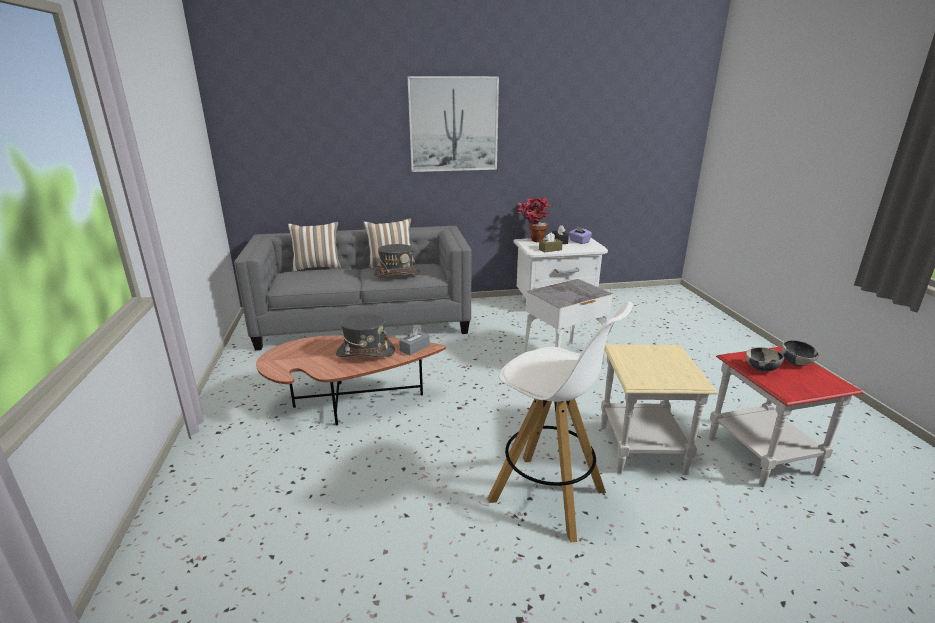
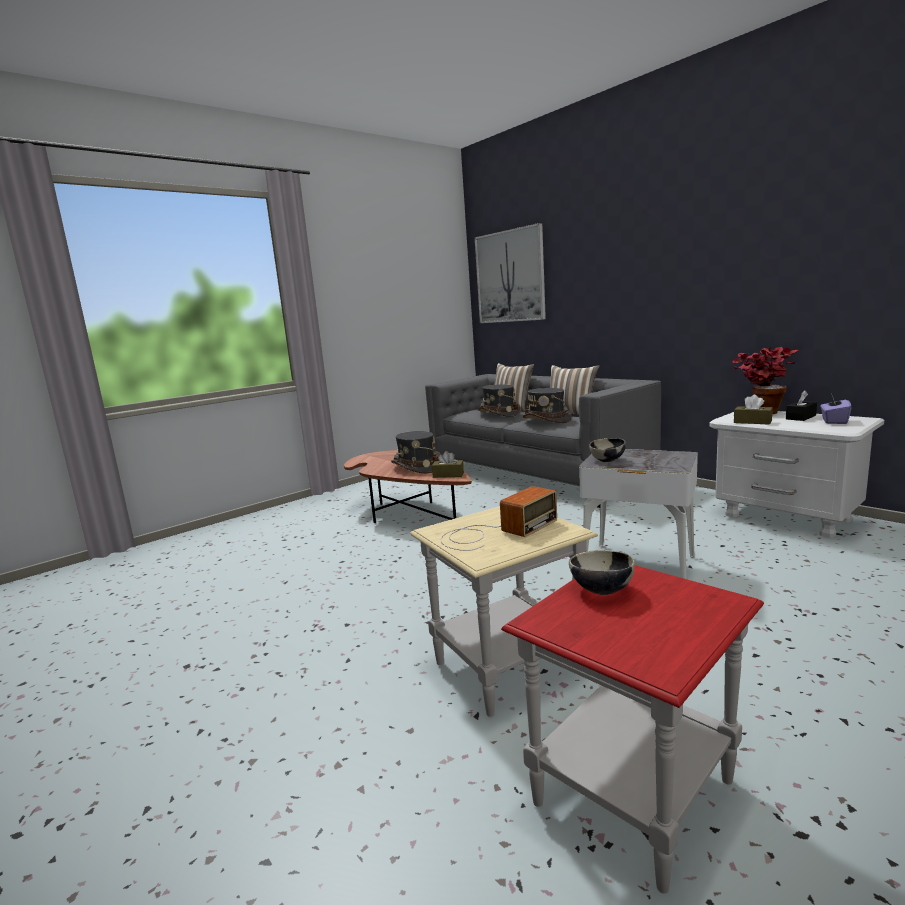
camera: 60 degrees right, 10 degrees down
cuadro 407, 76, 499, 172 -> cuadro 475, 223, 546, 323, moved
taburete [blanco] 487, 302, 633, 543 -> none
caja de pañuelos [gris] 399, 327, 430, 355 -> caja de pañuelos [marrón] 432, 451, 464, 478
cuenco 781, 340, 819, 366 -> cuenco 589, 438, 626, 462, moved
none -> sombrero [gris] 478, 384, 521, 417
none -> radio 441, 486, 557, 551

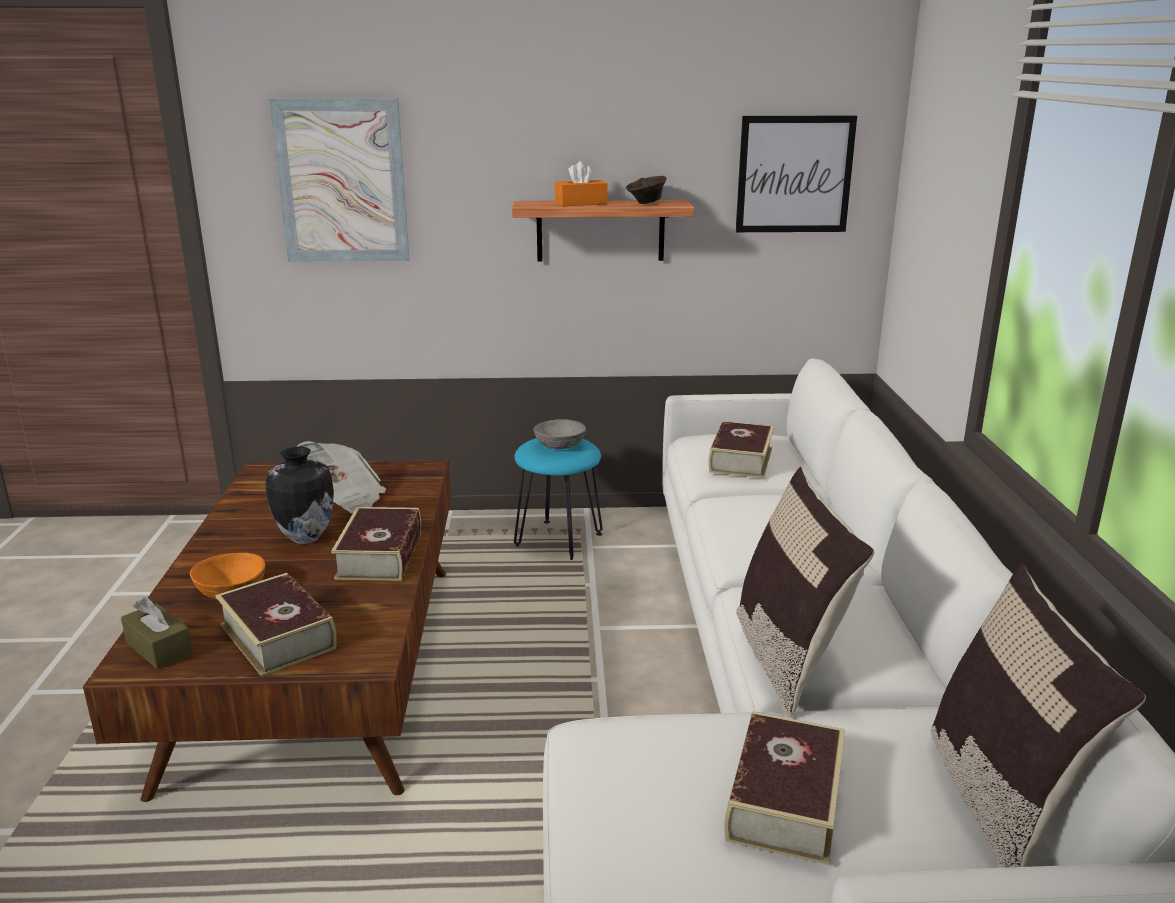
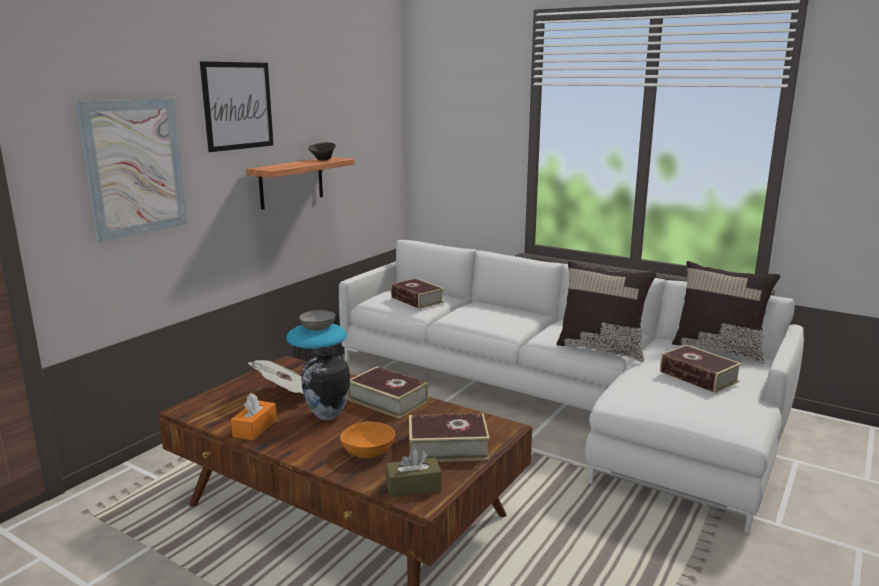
camera: 55 degrees left, 5 degrees down
cuadro 736, 116, 857, 232 -> cuadro 200, 61, 274, 152, moved
caja de pañuelos [naranja] 555, 161, 608, 206 -> caja de pañuelos [naranja] 231, 393, 277, 440, moved

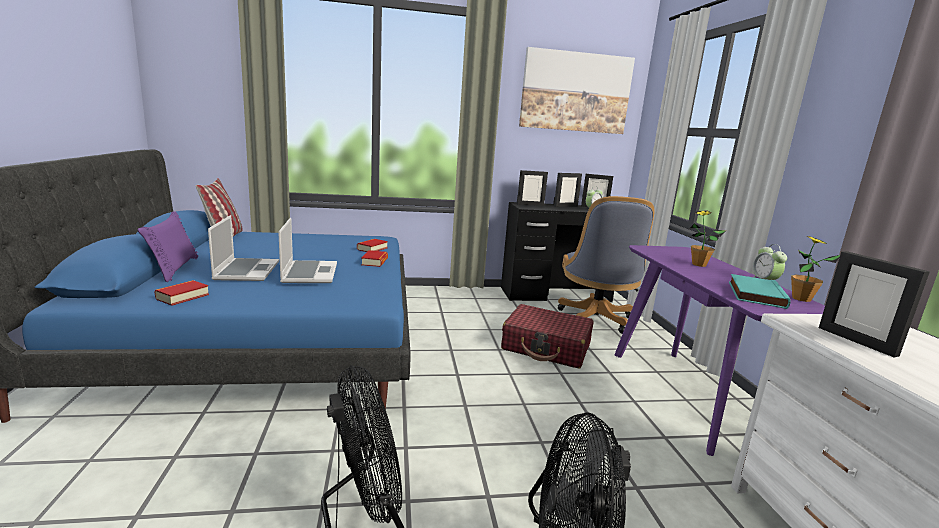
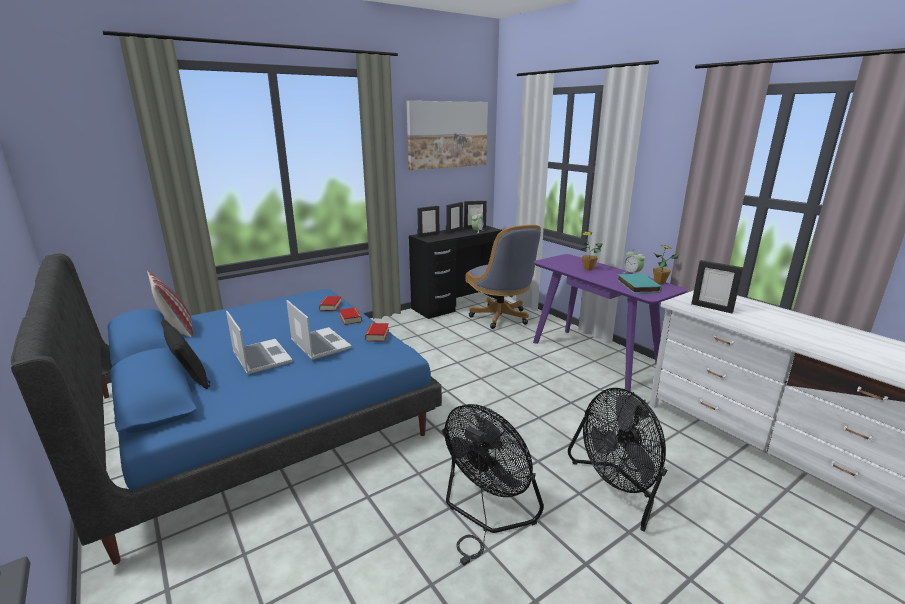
camera: 25 degrees left, 5 degrees up
cojín [morado] 138, 211, 198, 282 -> cojín [negro] 161, 320, 211, 389
libro 154, 280, 209, 306 -> libro 365, 323, 389, 342, moved
maleta [rojo] 501, 304, 594, 369 -> none

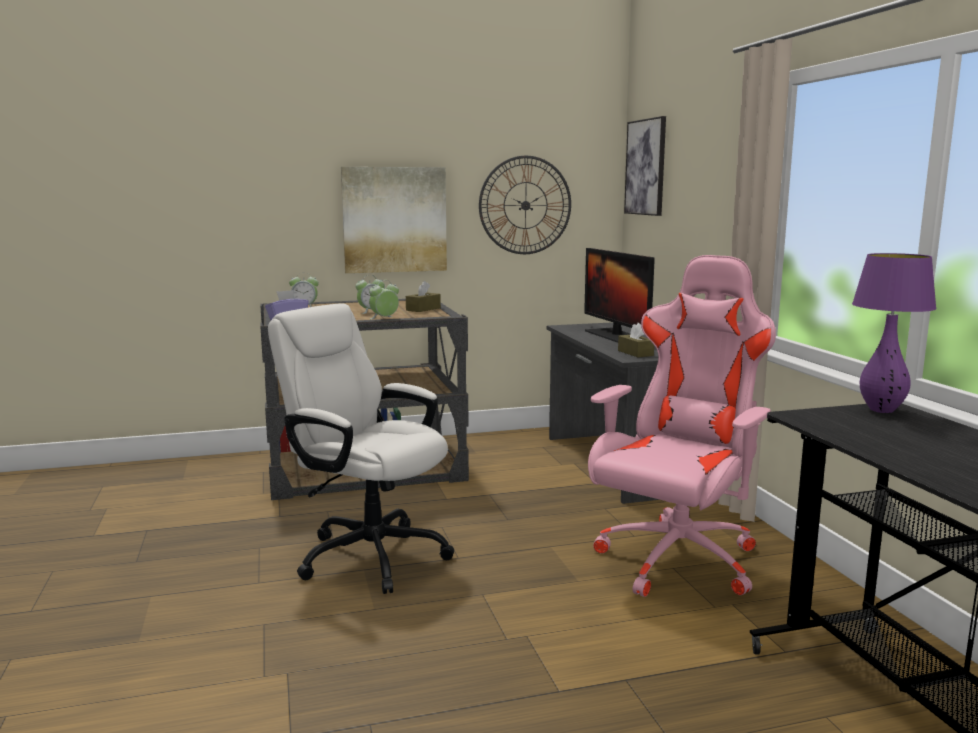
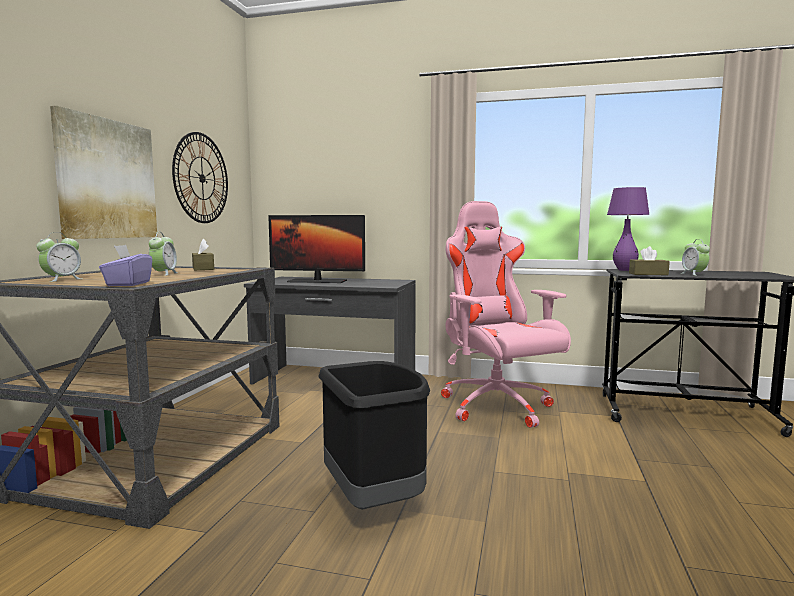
camera: 60 degrees left, 5 degrees down
cuadro 624, 116, 666, 216 -> none
despertador 369, 280, 399, 319 -> despertador 681, 239, 710, 276, moved
silla de oficina [blanco] 268, 303, 454, 594 -> papelera [negro] 318, 361, 430, 510
caja de pañuelos [marrón] 618, 323, 654, 357 -> caja de pañuelos [marrón] 629, 246, 670, 275, moved

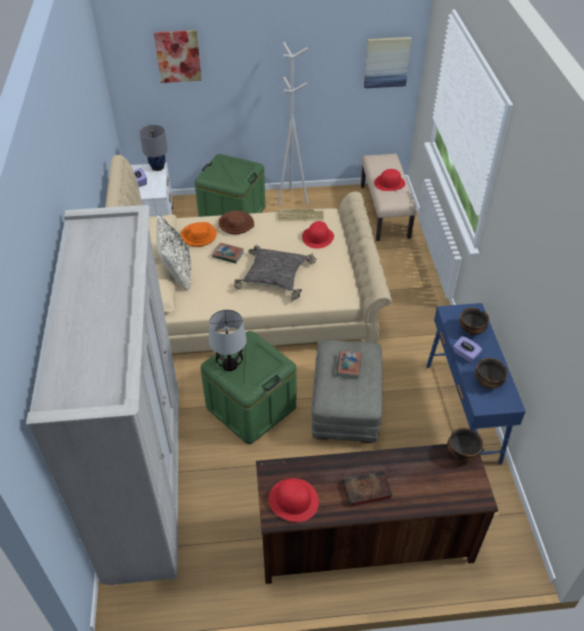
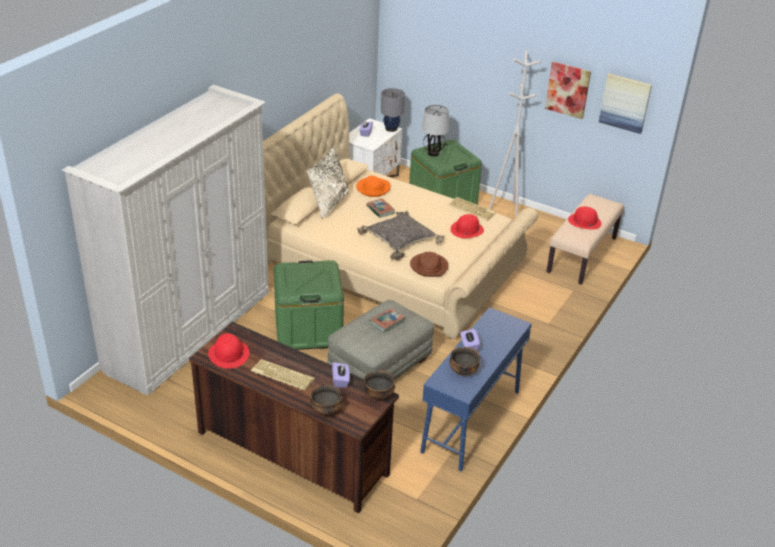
camera: 35 degrees right, 10 degrees down
cuadro 154, 30, 202, 83 -> cuadro 545, 62, 591, 119, moved
sombrero [marrón] 218, 210, 254, 234 -> sombrero [marrón] 410, 252, 449, 277, moved
cuenco 459, 308, 489, 335 -> cuenco 310, 384, 343, 416, moved
lámpara de mesa 209, 310, 246, 371 -> lámpara de mesa 422, 105, 449, 156, moved
libro 342, 471, 393, 507 -> teclado 251, 359, 315, 390
none -> caja de pañuelos [morado] 332, 362, 350, 388

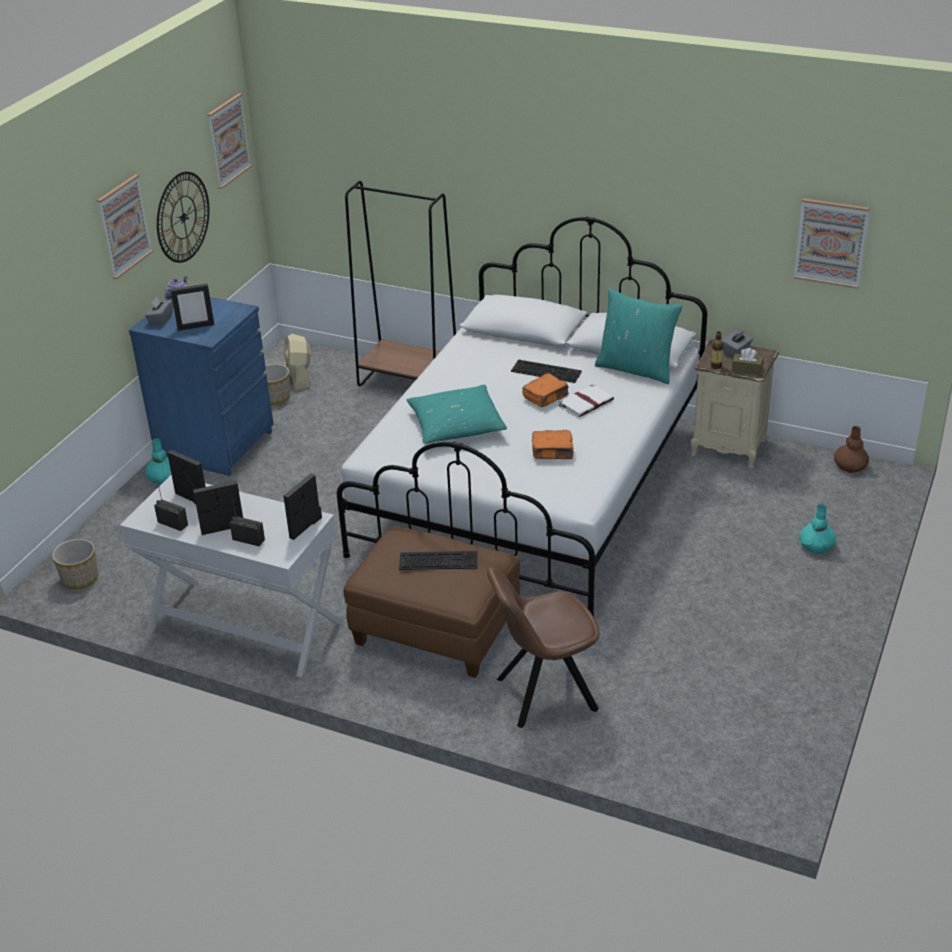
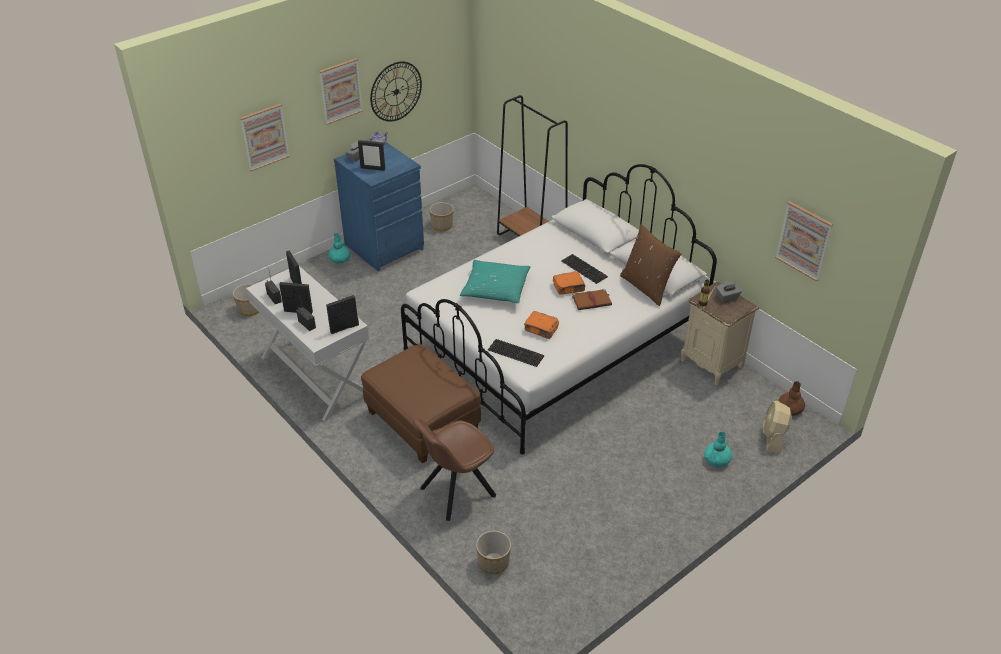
camera: 25 degrees right, 5 degrees up
cuadro 207, 93, 252, 189 -> cuadro 240, 104, 290, 172, moved
cojín [turquesa] 595, 289, 682, 384 -> cojín [marrón] 620, 224, 682, 306
ventilador [beis] 284, 334, 311, 390 -> ventilador [beis] 763, 401, 792, 453, moved
caja de pañuelos [marrón] 732, 348, 764, 375 -> none
libro [blanco] 558, 384, 614, 417 -> libro [marrón] 572, 289, 612, 310
teclado 399, 551, 478, 570 -> teclado 488, 339, 544, 367, moved
silla [marrón] 487, 567, 600, 728 -> silla [marrón] 412, 417, 496, 521, 45 degrees counterclockwise
none -> maceta 476, 531, 511, 574

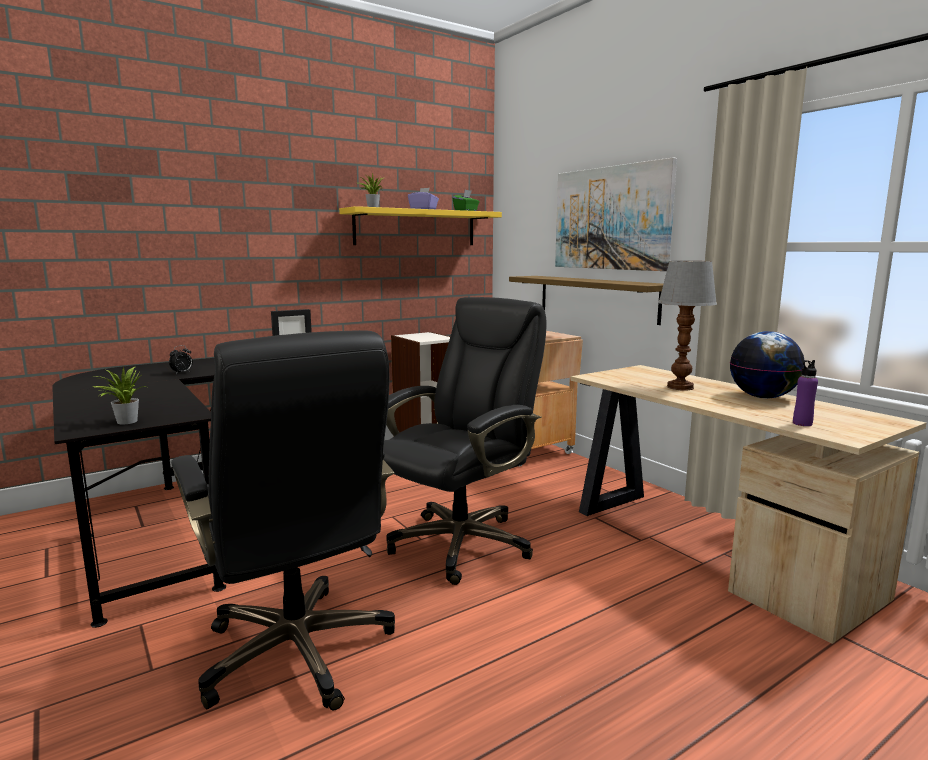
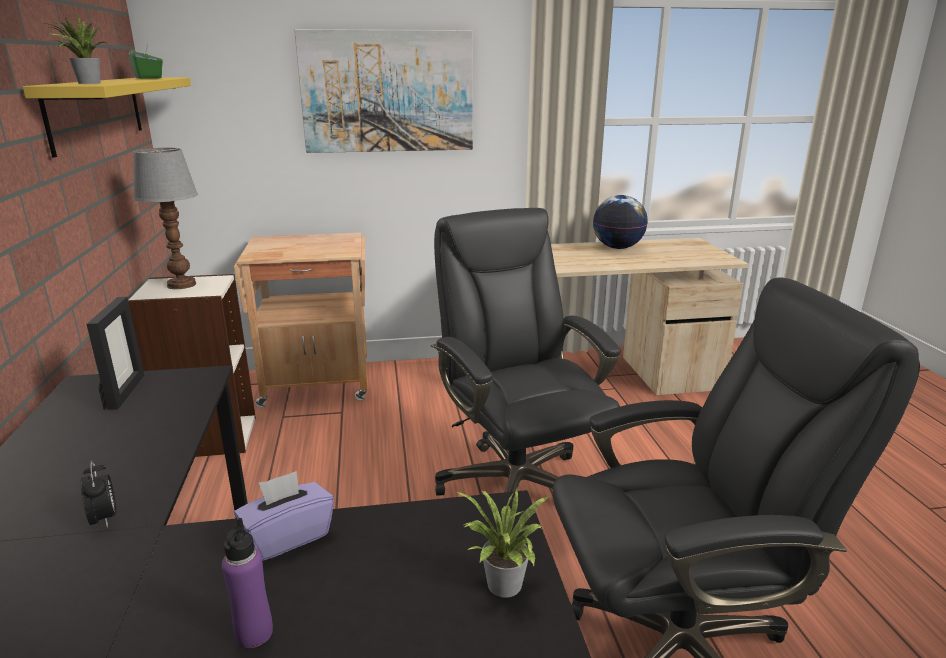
camera: 65 degrees left, 10 degrees up
caja de pañuelos [morado] 408, 187, 439, 209 -> caja de pañuelos [morado] 234, 471, 334, 561, moved
lámpara de mesa 658, 261, 717, 390 -> lámpara de mesa 133, 148, 198, 289, moved
estante 509, 276, 663, 325 -> none
botella [morado] 793, 360, 818, 426 -> botella [morado] 222, 518, 273, 648, moved

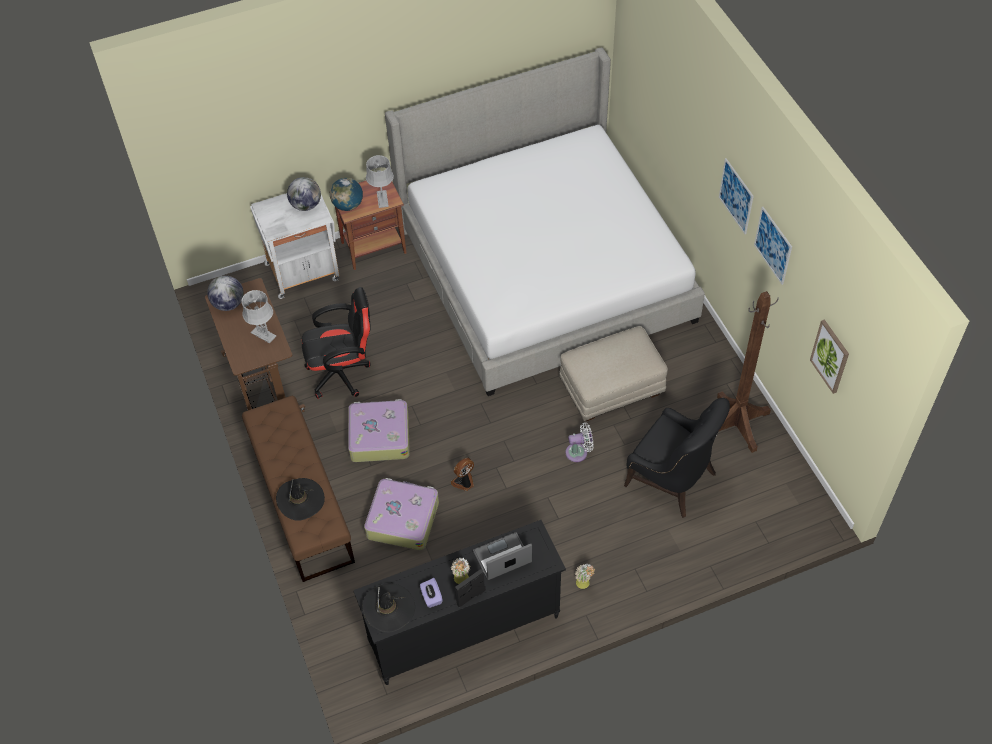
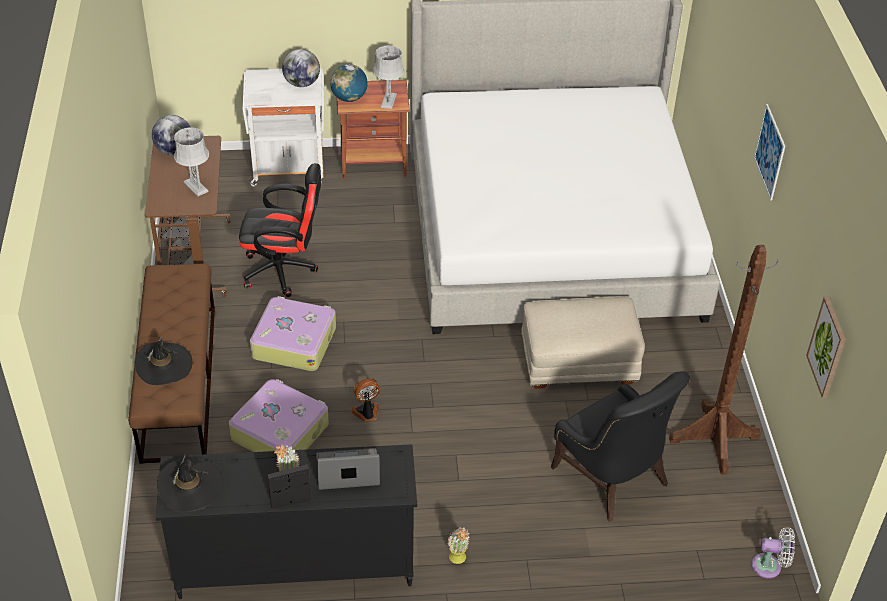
camera: 15 degrees right, 10 degrees down
cuadro 754, 207, 792, 285 -> none
ventilador [blanco] 565, 423, 594, 462 -> ventilador [blanco] 751, 527, 795, 579, moved
caja de pañuelos [morado] 420, 578, 443, 608 -> none

